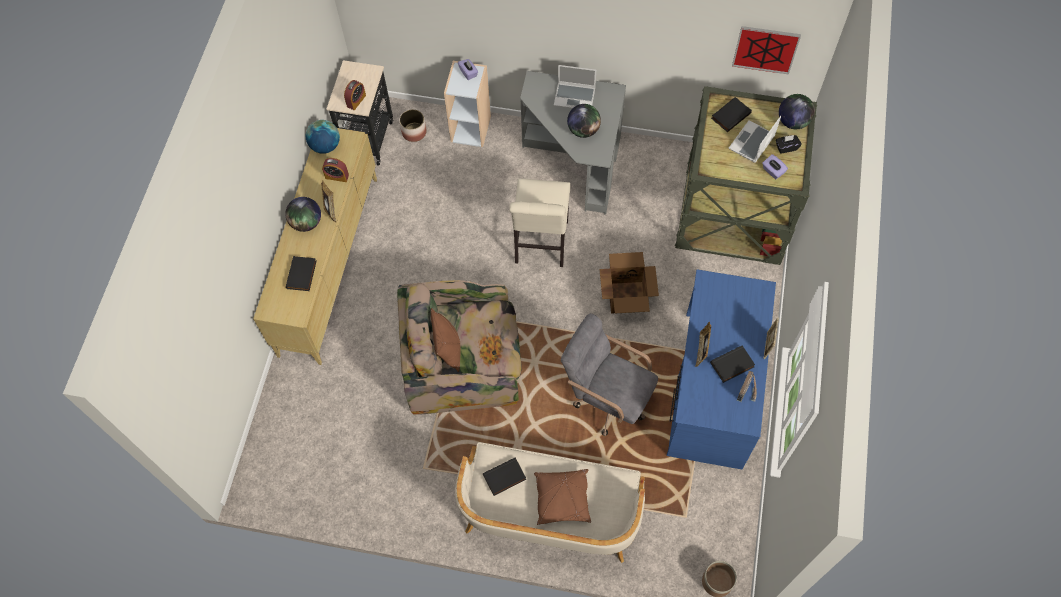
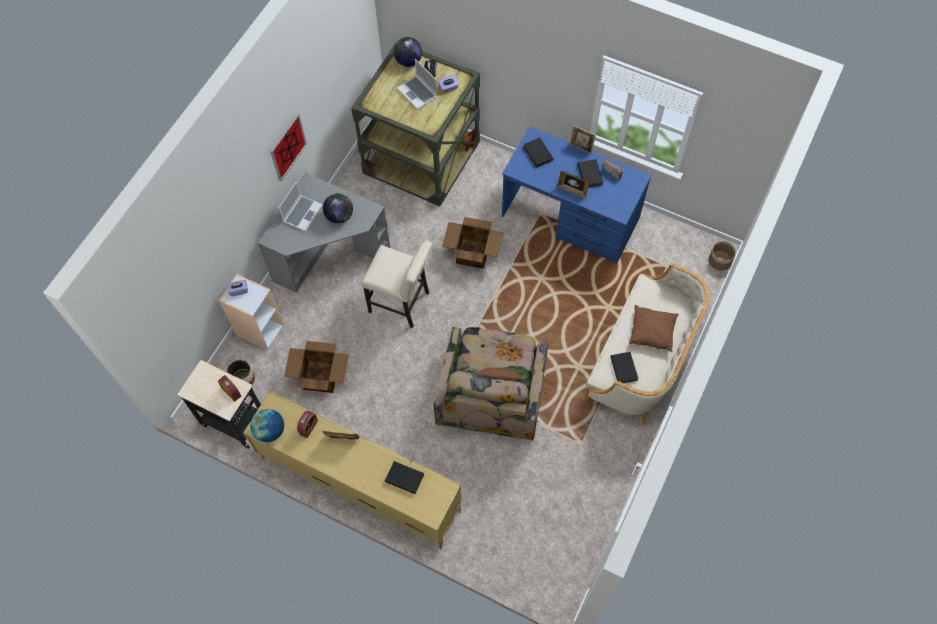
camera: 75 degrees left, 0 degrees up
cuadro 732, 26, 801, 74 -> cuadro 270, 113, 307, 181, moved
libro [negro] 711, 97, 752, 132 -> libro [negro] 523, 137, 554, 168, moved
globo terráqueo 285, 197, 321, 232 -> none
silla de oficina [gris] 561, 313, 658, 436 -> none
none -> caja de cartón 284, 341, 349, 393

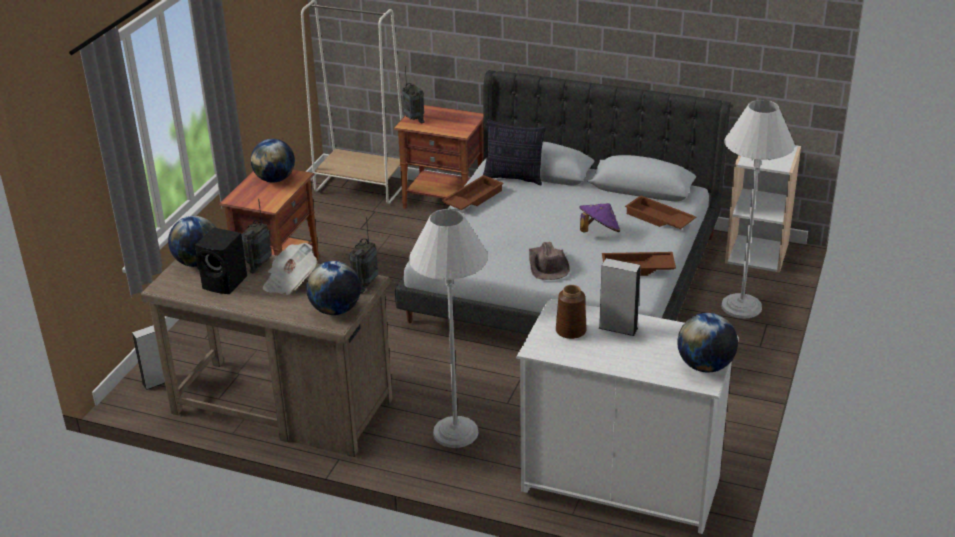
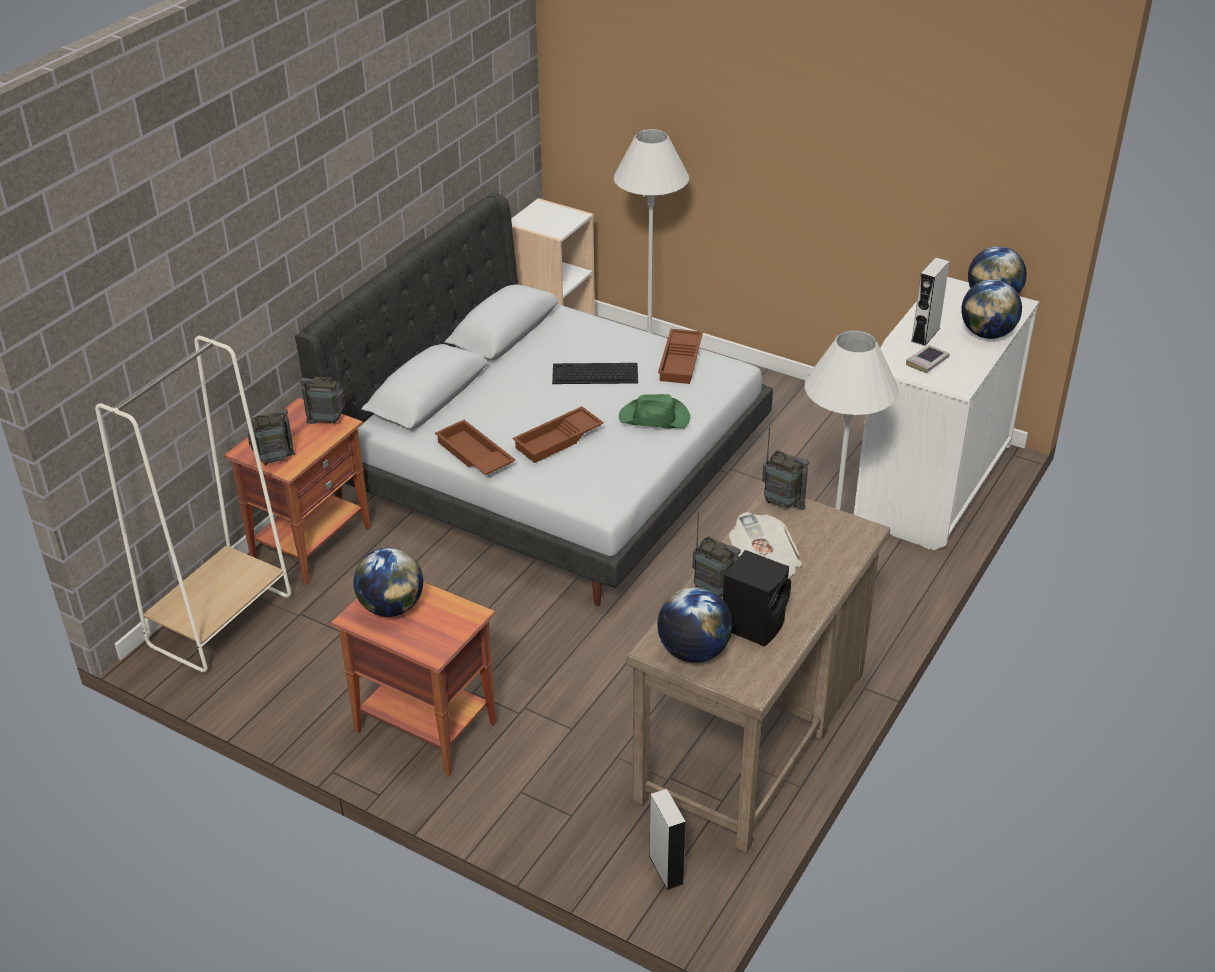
camera: 80 degrees left, 5 degrees up
cojín 483, 119, 546, 185 -> none
bandeja [marrón] 625, 196, 696, 229 -> bandeja [marrón] 512, 406, 604, 463, moved
sombrero [morado] 579, 203, 621, 232 -> teclado 552, 363, 638, 384
sombrero [marrón] 529, 242, 570, 280 -> sombrero [verde] 619, 394, 690, 429
globo terráqueo 306, 261, 361, 315 -> globo terráqueo 961, 279, 1022, 339, moved
florero [marrón] 556, 285, 587, 339 -> libro 906, 345, 950, 373
none -> radio 300, 356, 346, 424

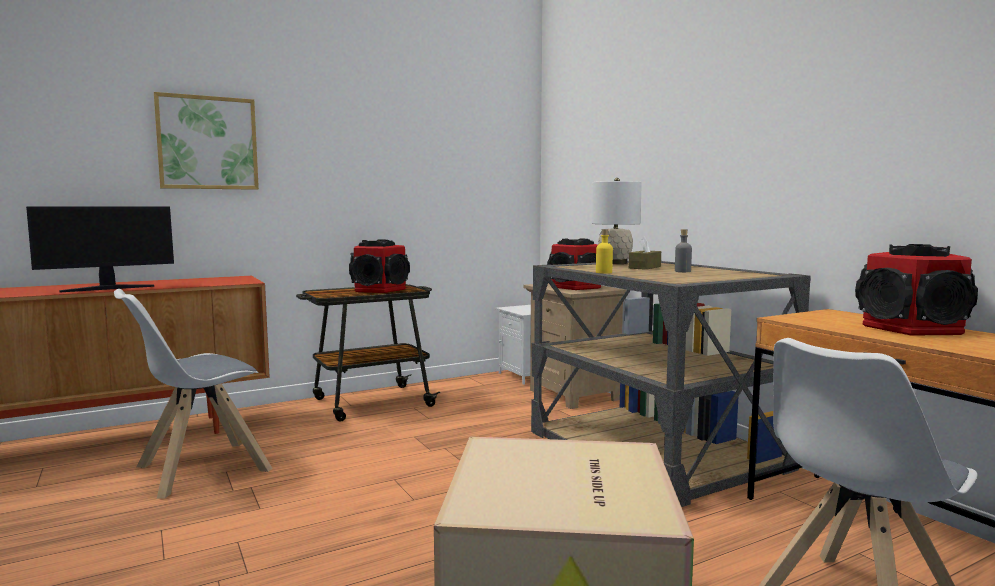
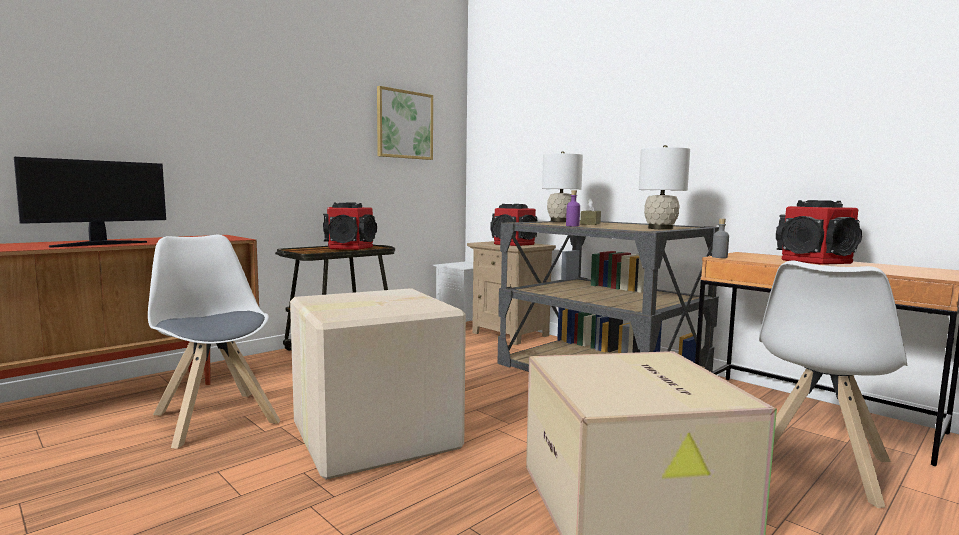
camera: 15 degrees left, 0 degrees up
cuadro 154, 92, 259, 190 -> cuadro 377, 86, 433, 160, moved
botella [amarillo] 596, 229, 613, 274 -> botella [morado] 566, 190, 580, 226
botella [gris] 675, 229, 692, 272 -> botella [gris] 712, 219, 729, 258, moved
silla 114, 289, 273, 499 -> silla 148, 235, 280, 449, 105 degrees clockwise
none -> lámpara de mesa [blanco] 639, 145, 690, 230
none -> caja de cartón 290, 288, 466, 480

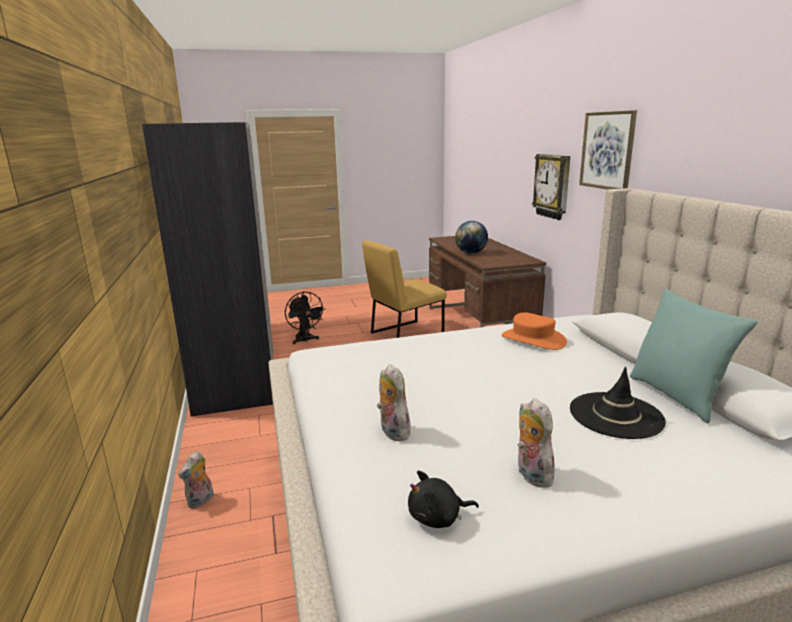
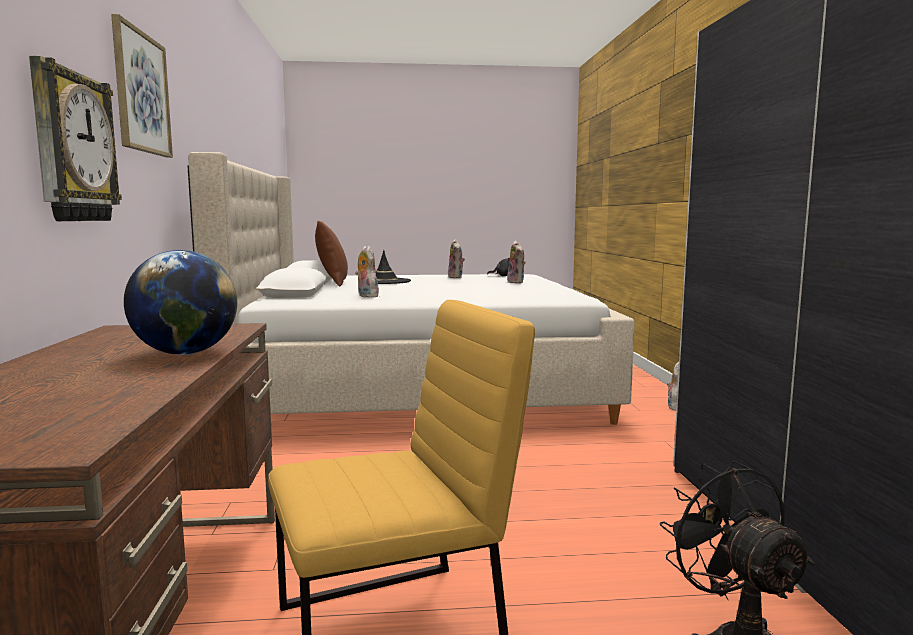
camera: 170 degrees left, 10 degrees down
cojín [turquesa] 630, 288, 758, 424 -> cojín [marrón] 315, 221, 348, 286
sombrero [naranja] 502, 312, 567, 350 -> peluche 355, 246, 379, 298

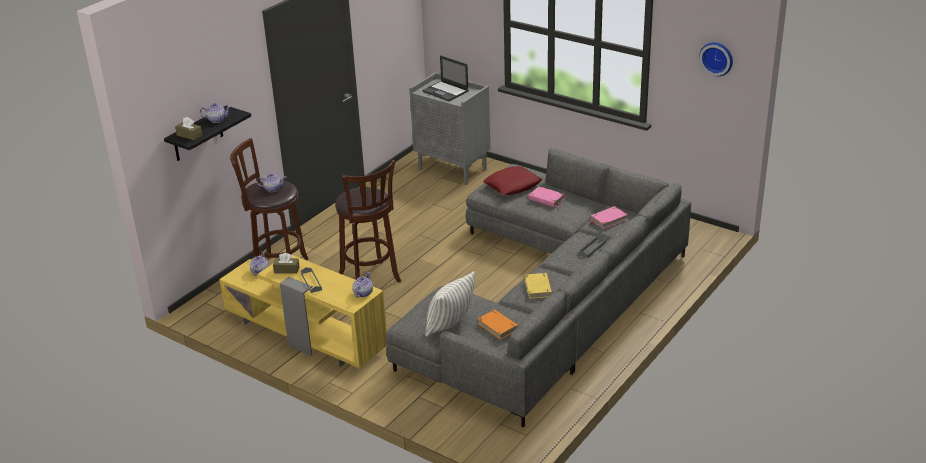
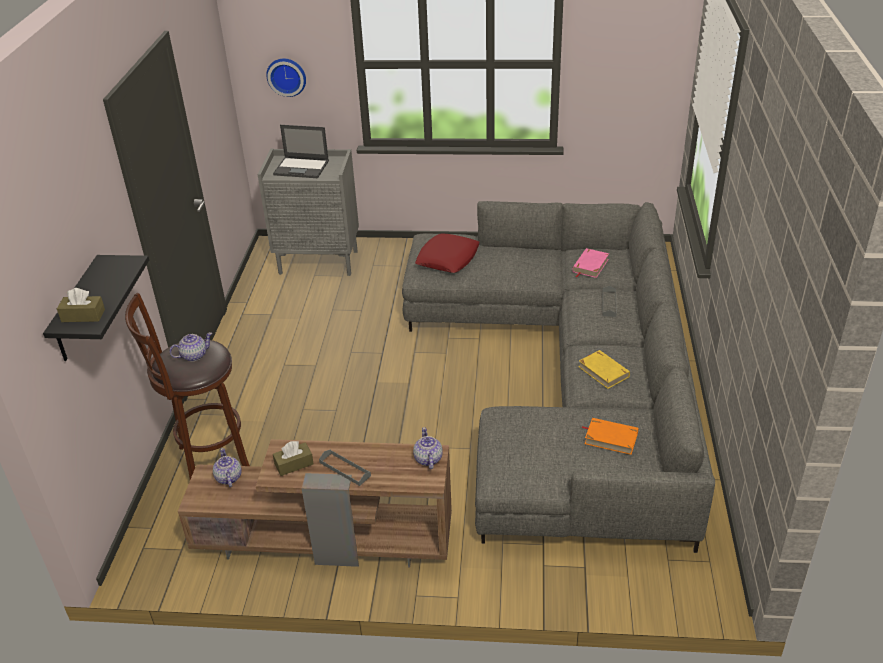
camera: 30 degrees left, 5 degrees up
reloj de pared 699, 42, 733, 76 -> reloj de pared 266, 59, 306, 97, moved
tetera 200, 103, 231, 123 -> none
taburete [marrón] 335, 160, 401, 283 -> none
libro [rosa] 528, 186, 564, 207 -> none
mueble de televisión [amarillo] 219, 255, 388, 368 -> mueble de televisión [marrón] 178, 439, 452, 568
cojín 425, 271, 475, 337 -> none

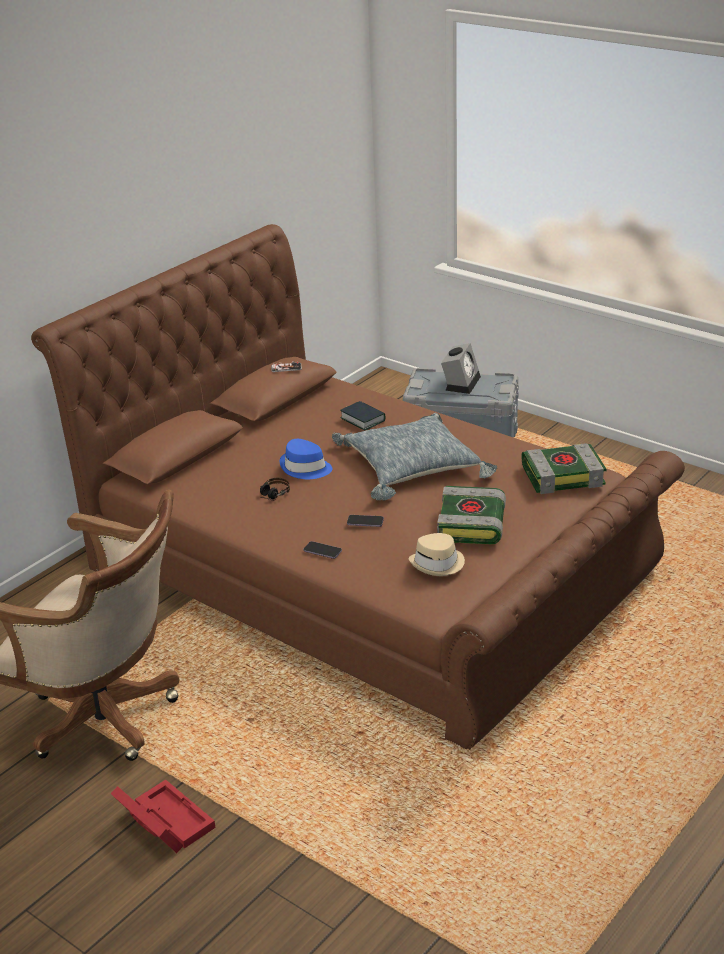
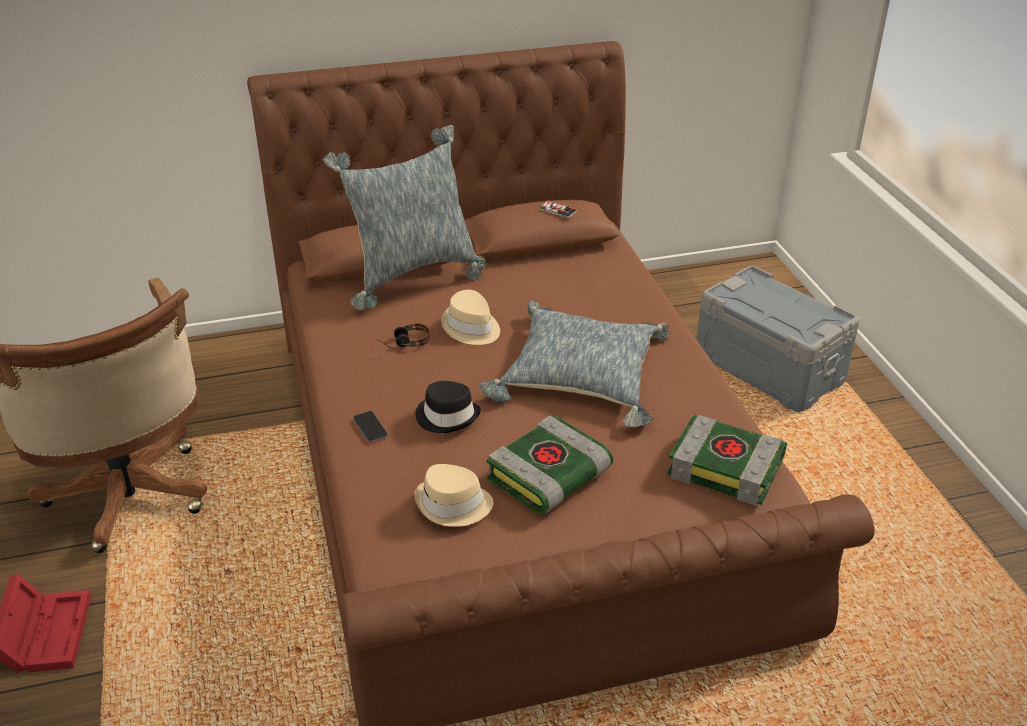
camera: 35 degrees right, 5 degrees up
despertador 441, 343, 481, 394 -> none
libro 340, 401, 386, 430 -> none
sombrero [azul] 280, 439, 332, 479 -> sombrero [beis] 441, 290, 500, 345
móvil 347, 515, 384, 527 -> sombrero [negro] 415, 381, 481, 433
none -> cojín 323, 125, 487, 310

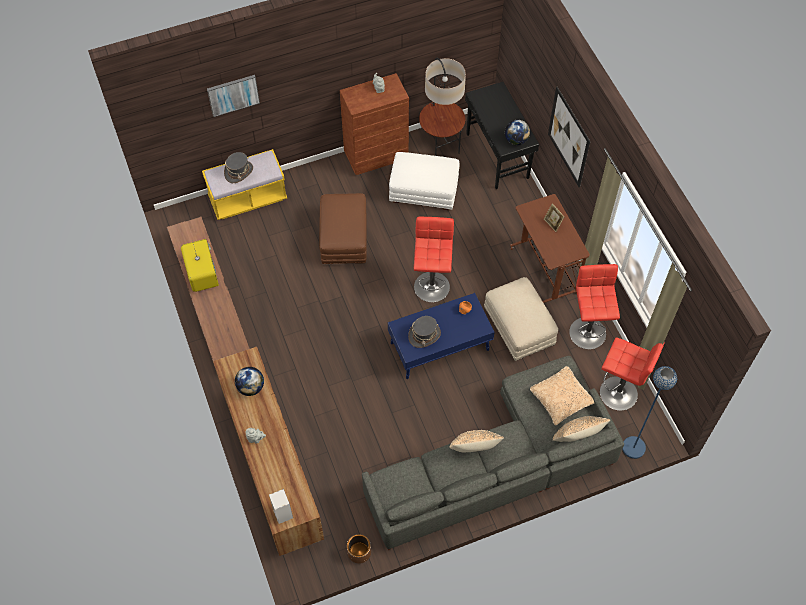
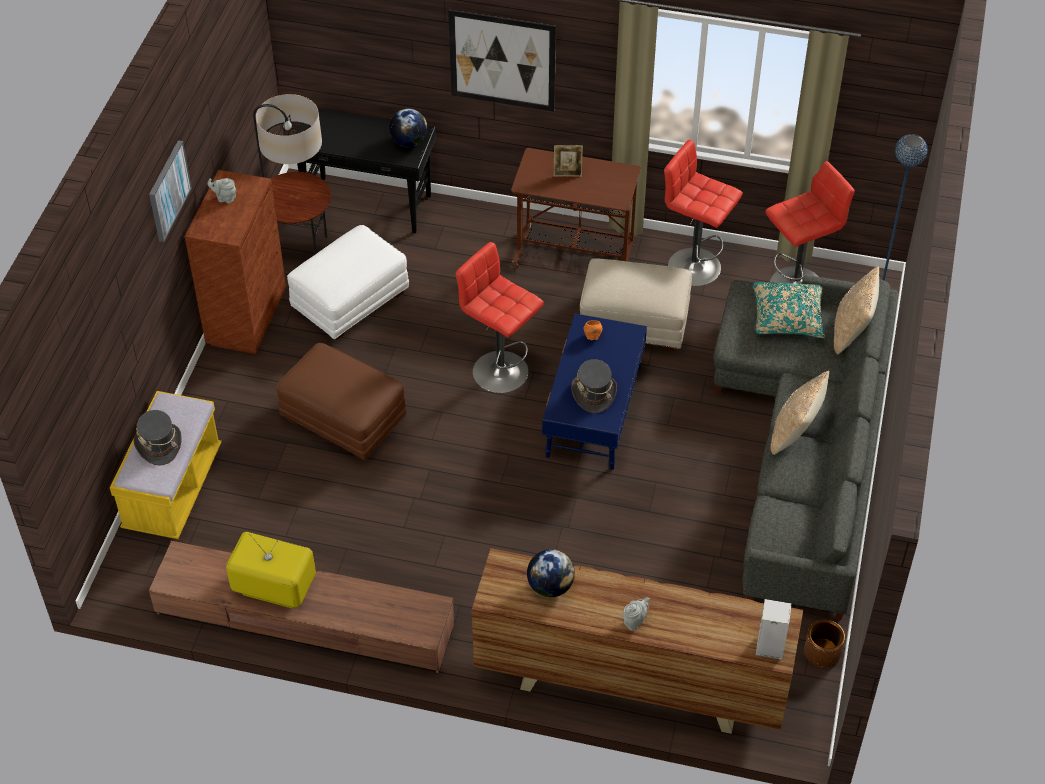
camera: 55 degrees left, 10 degrees down
cuadro 207, 75, 260, 117 -> cuadro 149, 140, 192, 242, moved
cojín [beis] 530, 366, 594, 426 -> cojín [turquesa] 753, 282, 825, 339

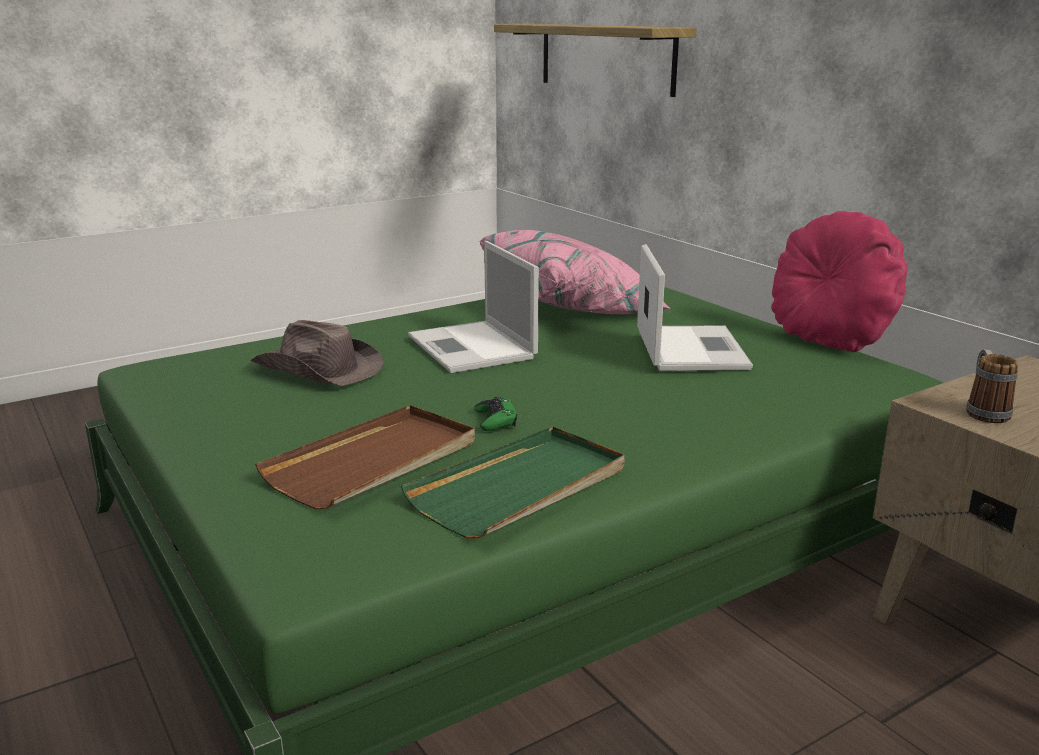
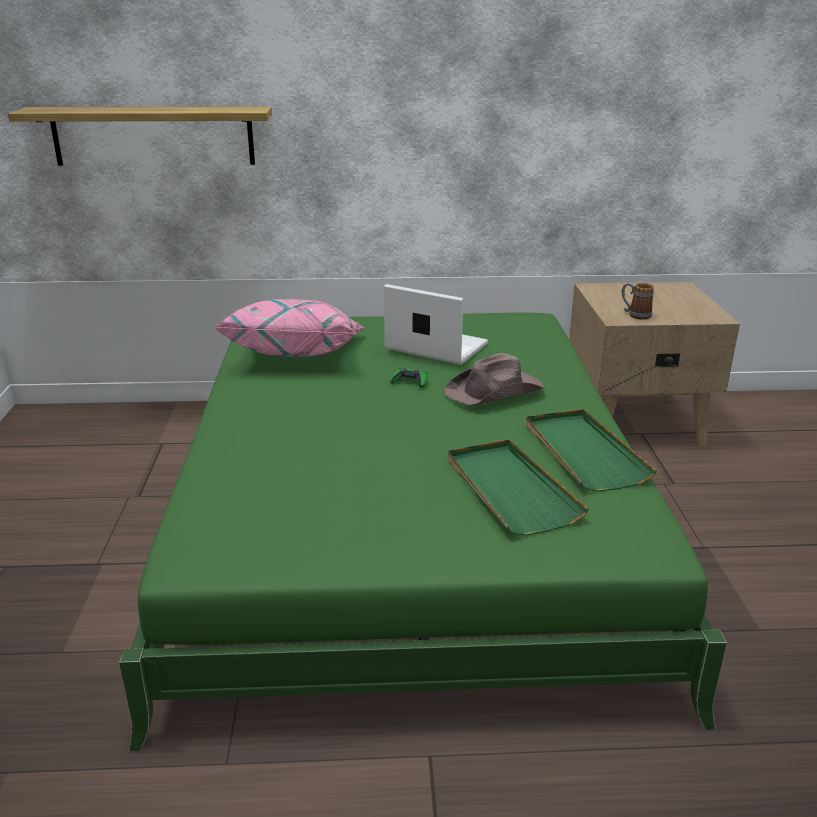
camera: 60 degrees left, 5 degrees up
cojín [rosa] 771, 211, 907, 352 -> none
portátil 408, 241, 539, 373 -> none
sombrero [marrón] 251, 320, 384, 386 -> sombrero [marrón] 444, 353, 544, 405, moved
mando de consola [verde] 474, 397, 517, 431 -> mando de consola [verde] 390, 368, 428, 388, moved
bandeja [marrón] 255, 405, 475, 510 -> bandeja [verde] 447, 439, 588, 536

